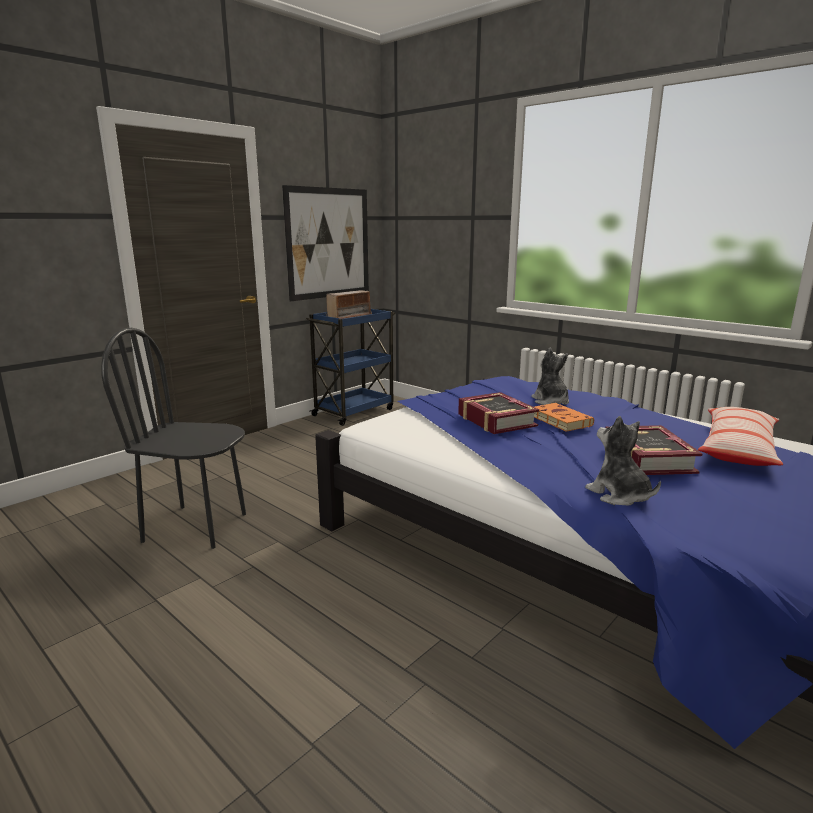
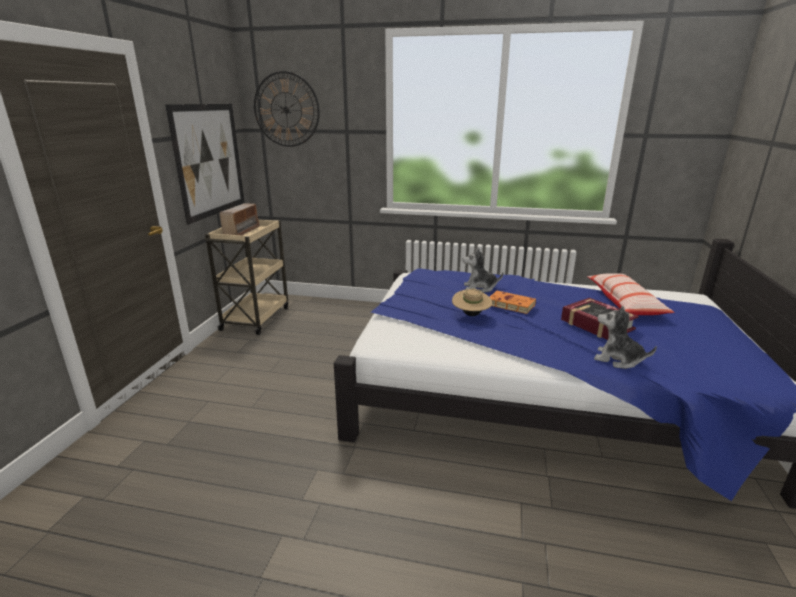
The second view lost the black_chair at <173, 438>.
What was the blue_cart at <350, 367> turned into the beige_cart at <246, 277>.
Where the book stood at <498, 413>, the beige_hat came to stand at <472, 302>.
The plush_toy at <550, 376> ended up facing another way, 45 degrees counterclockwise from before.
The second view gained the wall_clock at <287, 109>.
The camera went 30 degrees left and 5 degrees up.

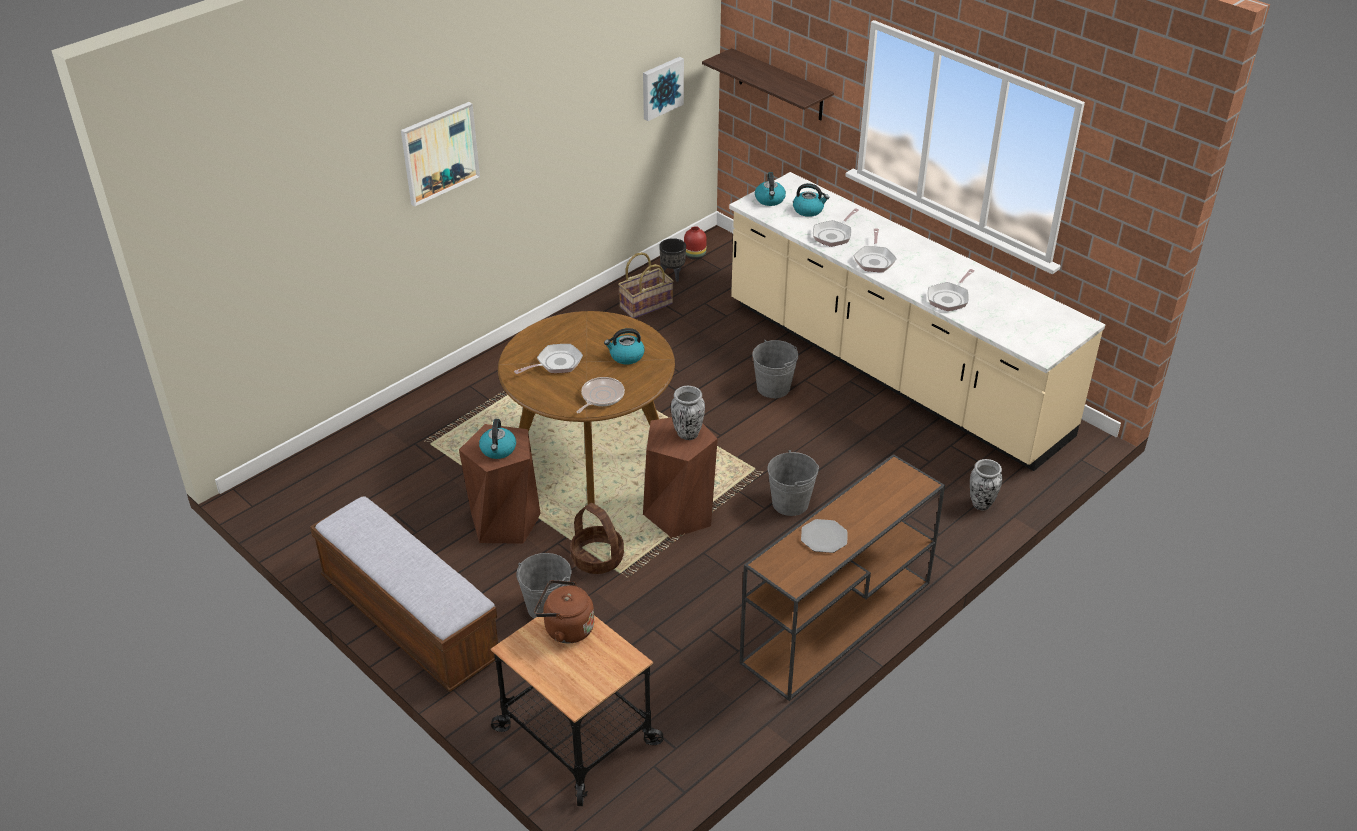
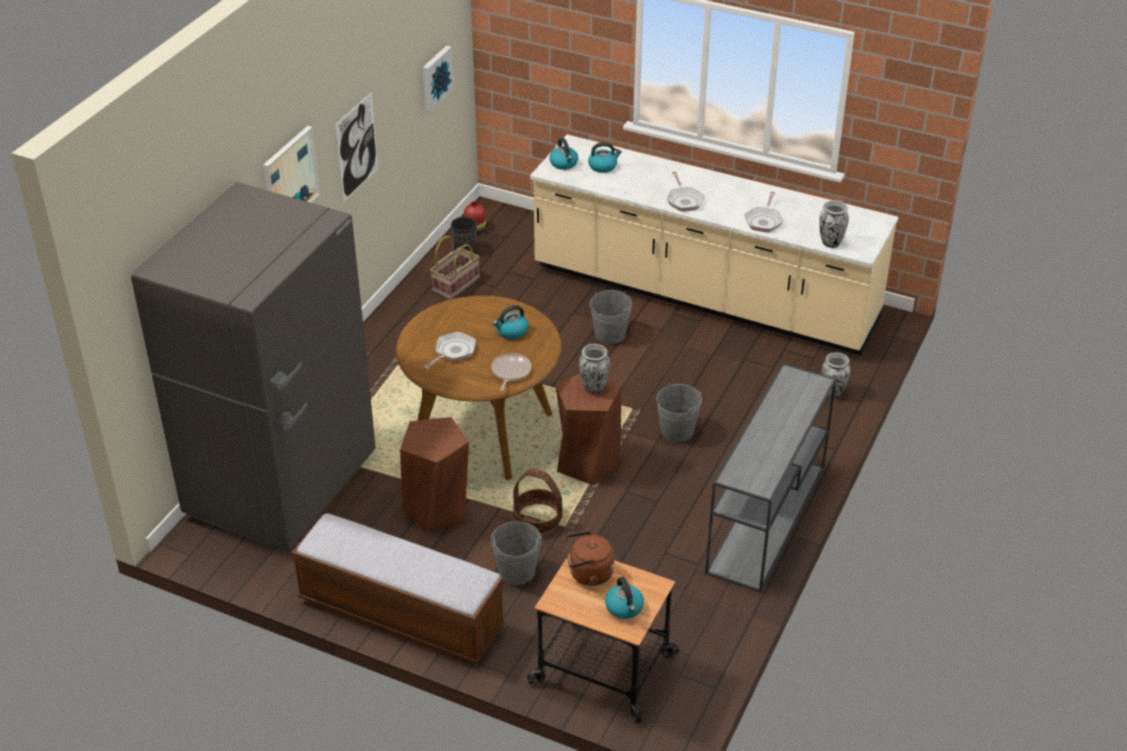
The kettle ended up elsewhere, having gone from <497, 439> to <624, 598>.
The second view lost the shelf at <768, 84>.
What was the brown_console_table at <842, 577> turned into the grey_console_table at <770, 477>.
The second view lost the plate at <824, 536>.
The second view lost the frying_pan at <836, 227>.
The second view gained the grey_fridge at <253, 367>.
The second view gained the picture at <357, 147>.
The second view gained the vase at <834, 224>.
The camera went 20 degrees left and 0 degrees up.

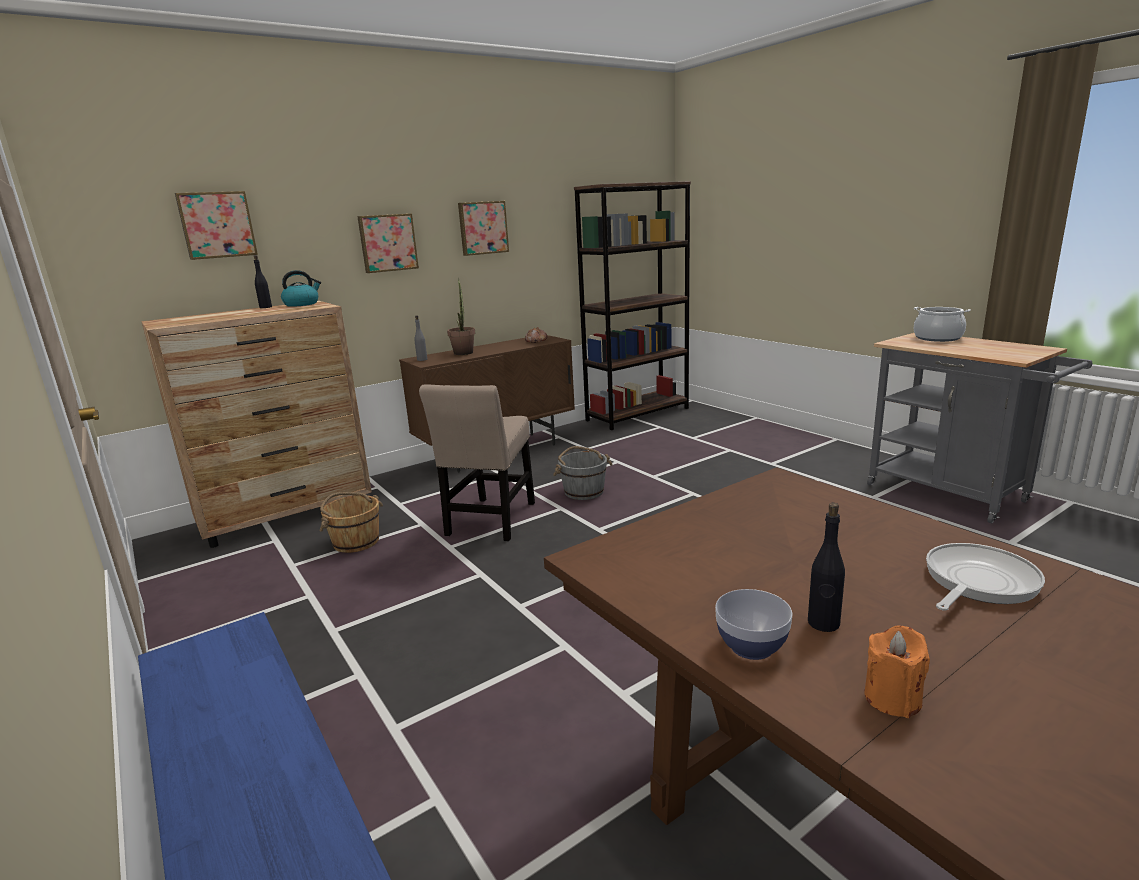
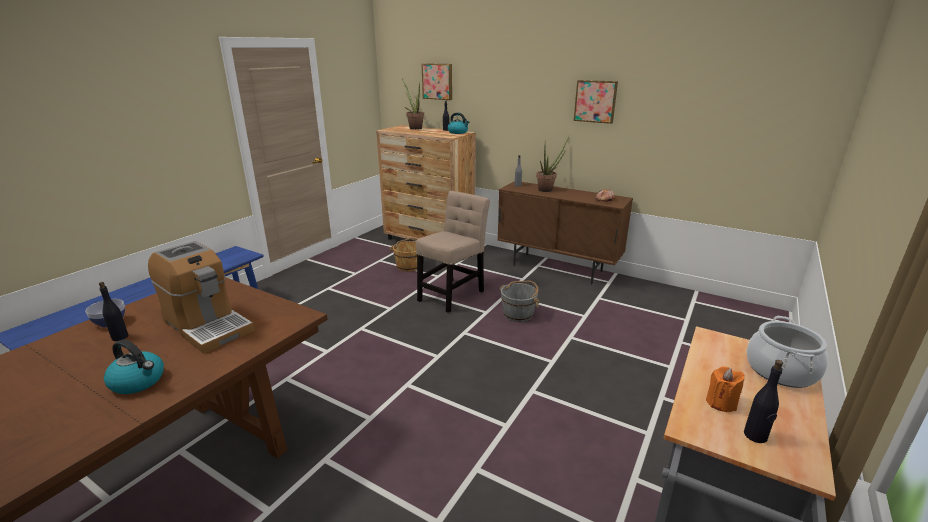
The second view lost the picture at <388, 243>.
The beige_chair at <477, 462> ended up facing another way, 135 degrees clockwise from before.
The second view lost the brown_bookcase at <632, 305>.
The orange_candle ended up elsewhere, having gone from <897, 671> to <725, 389>.
Where the frying_pan stood at <985, 577>, the kettle came to stand at <134, 367>.
The second view gained the coffee_machine at <201, 297>.
The second view gained the potted_plant at <413, 104>.
The second view gained the black_bottle at <763, 401>.
The camera went 65 degrees right and 5 degrees up.

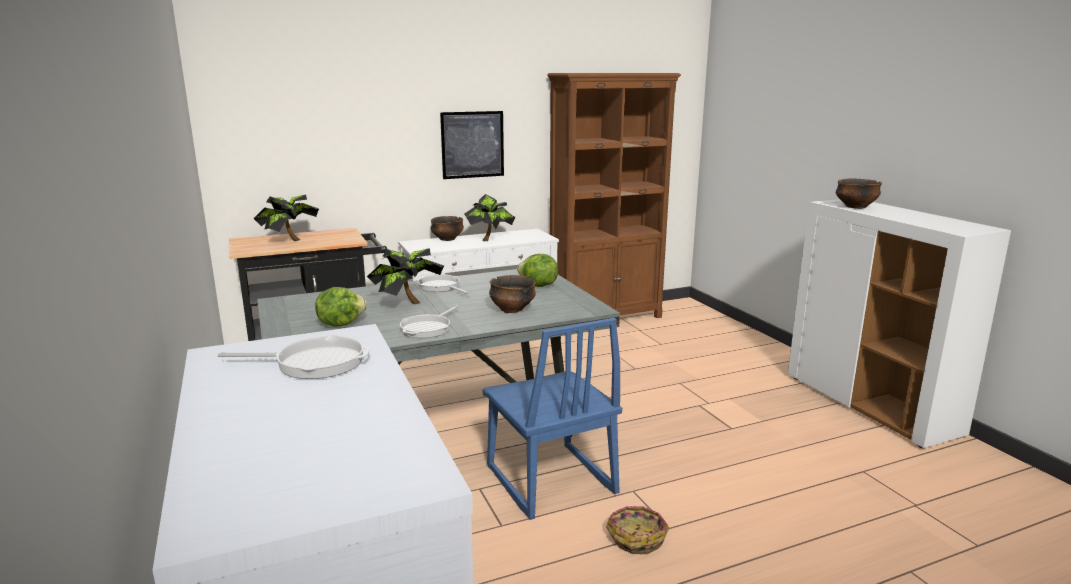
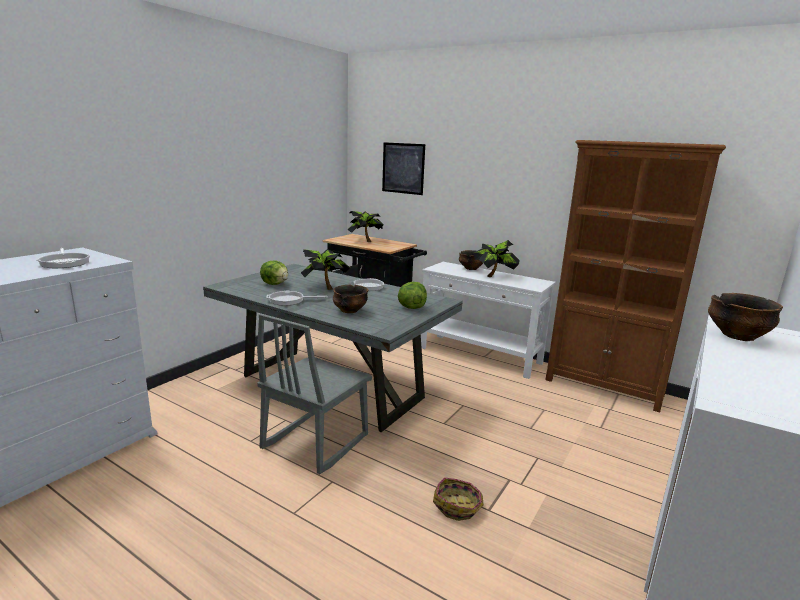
The picture ended up elsewhere, having gone from <472, 145> to <403, 168>.
What was the blue_chair at <552, 419> turned into the grey_chair at <314, 393>.
The basket ended up elsewhere, having gone from <637, 530> to <458, 499>.
The camera went 55 degrees right and 0 degrees up.

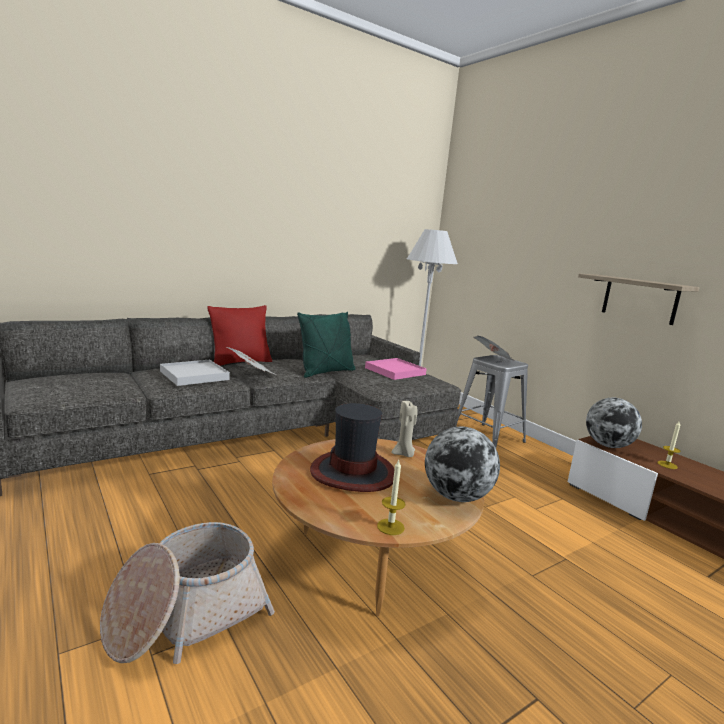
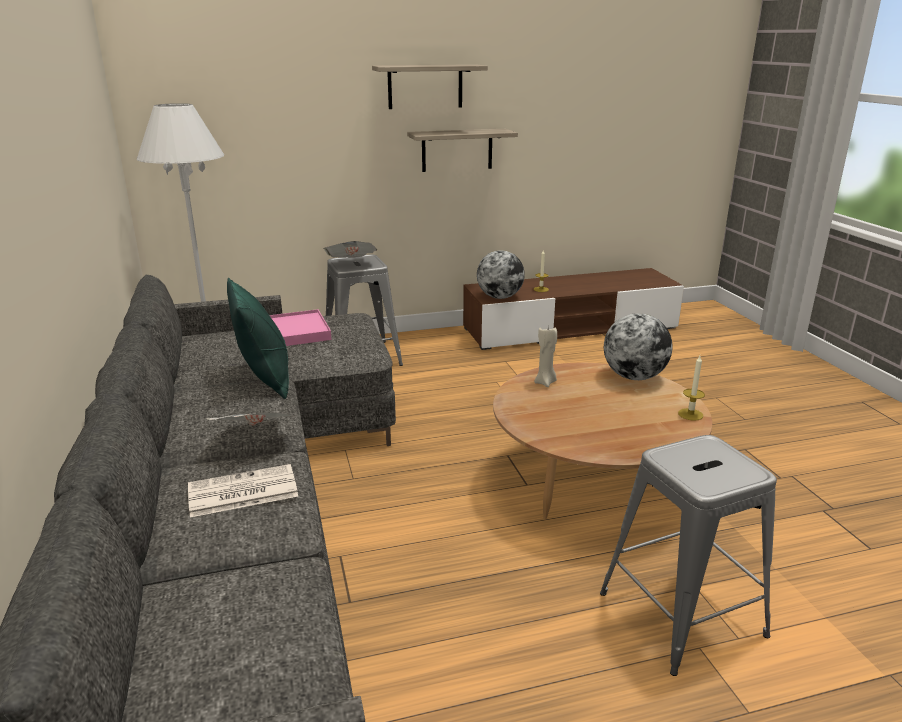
Where the basket stood at <187, 593>, the grey_stool came to stand at <688, 555>.
Where the white_tray stood at <195, 373>, the newspaper came to stand at <243, 490>.
The second view lost the red_pillow at <239, 335>.
The second view lost the hat at <352, 447>.
The second view gained the shelf at <430, 86>.
The camera went 70 degrees left and 10 degrees up.

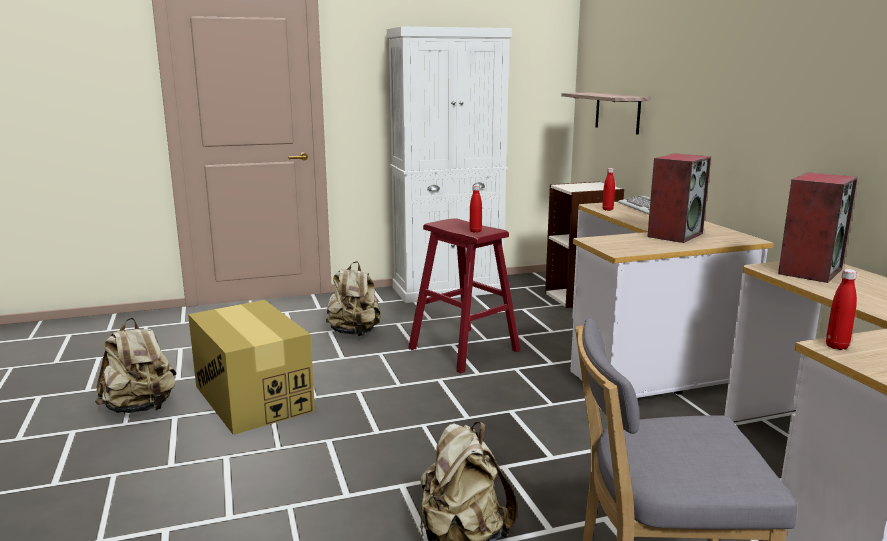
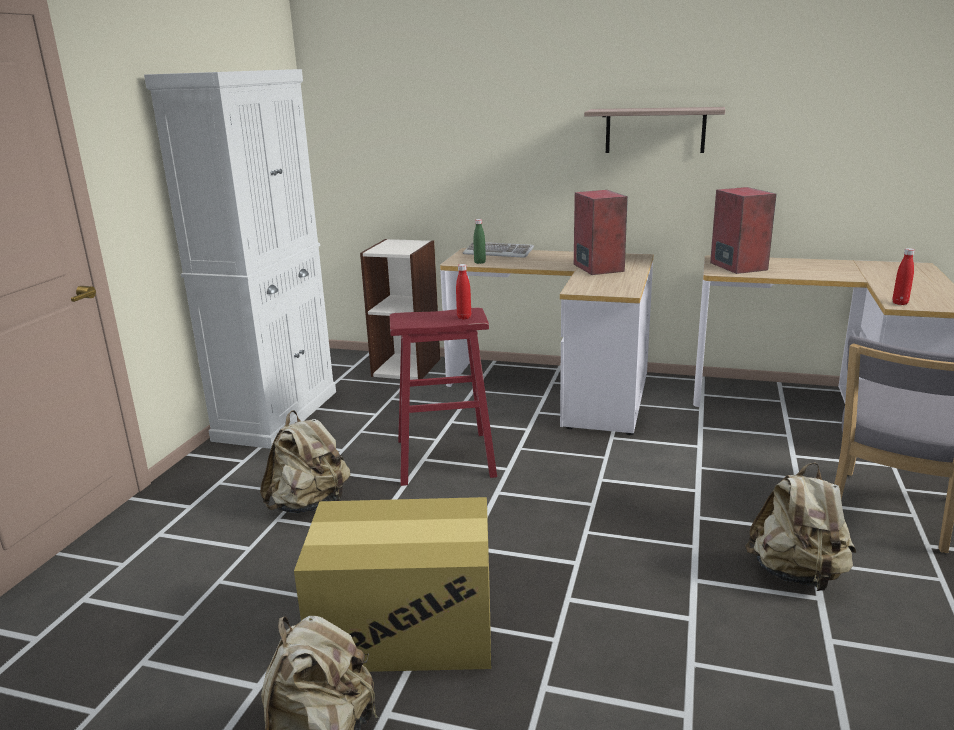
The shelf ended up elsewhere, having gone from <605, 114> to <654, 130>.
What was the red_bottle at <608, 189> turned into the green_bottle at <479, 241>.
The camera went 55 degrees left and 5 degrees up.

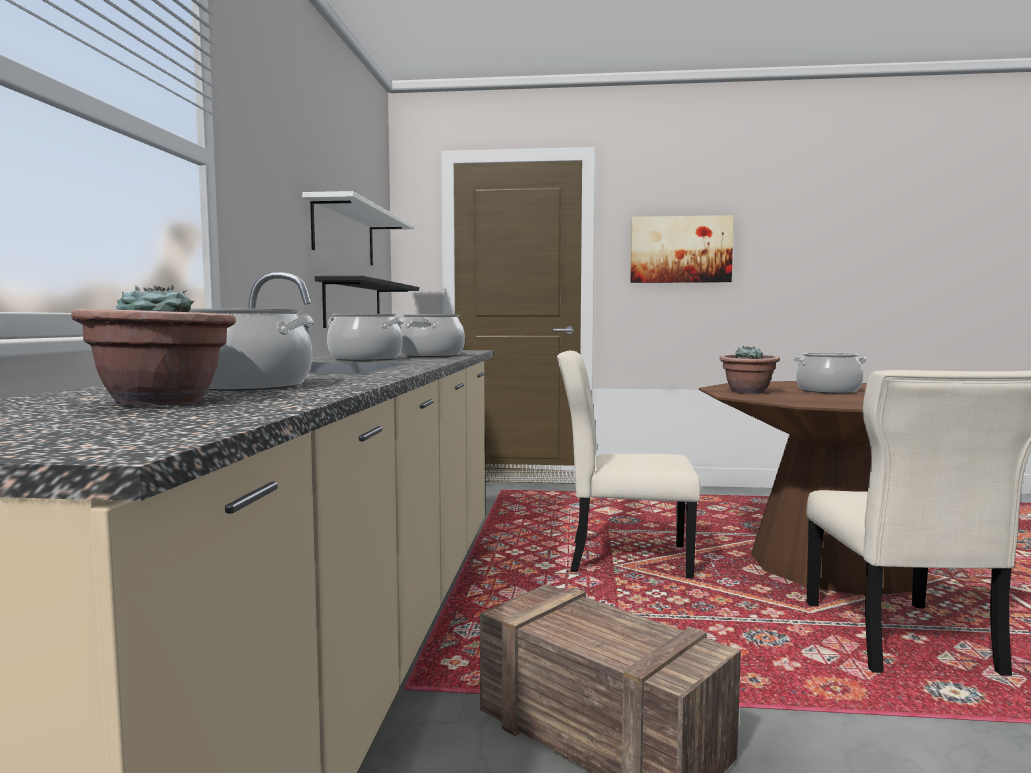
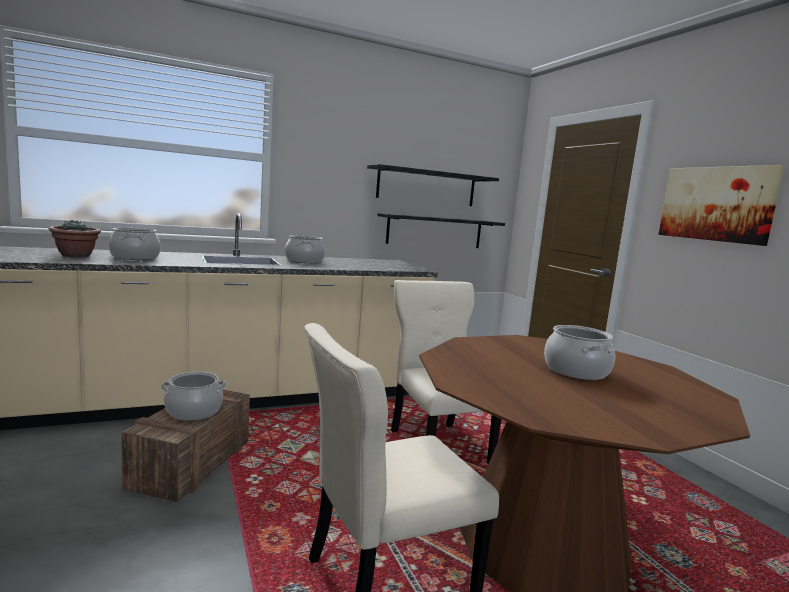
What was the white_shelf at <358, 228> turned into the black_shelf at <433, 185>.
The cooking_pot ended up elsewhere, having gone from <433, 335> to <193, 396>.
The second view lost the potted_plant at <750, 370>.
The camera went 60 degrees right and 5 degrees up.

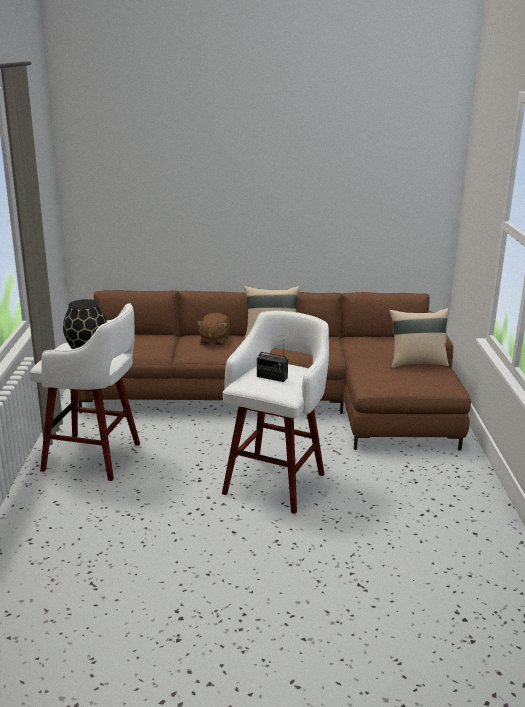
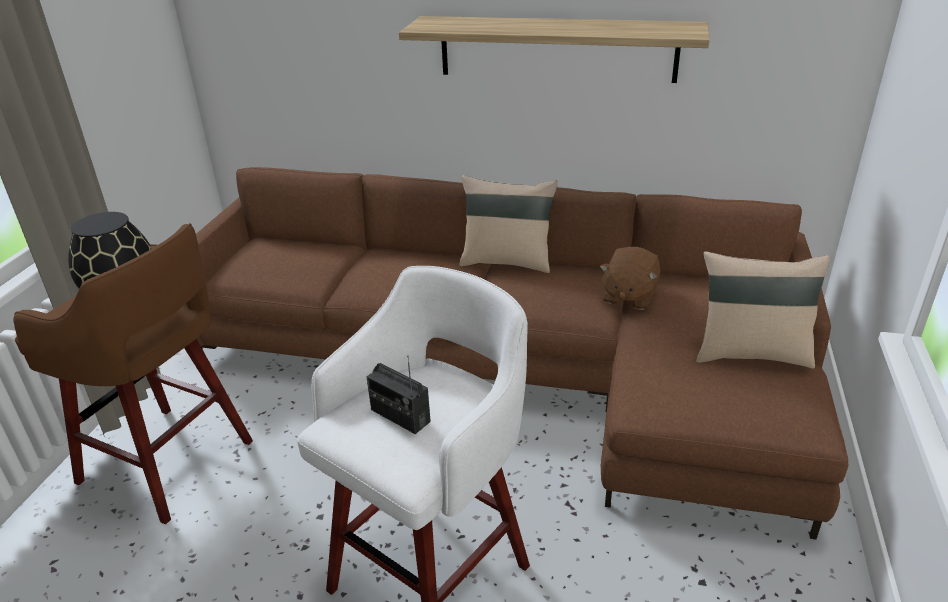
What was the white_stool at <85, 392> turned into the brown_stool at <133, 373>.
The brown_plush_toy ended up elsewhere, having gone from <213, 329> to <630, 278>.
The second view gained the shelf at <554, 49>.
The camera went 15 degrees right and 10 degrees up.

